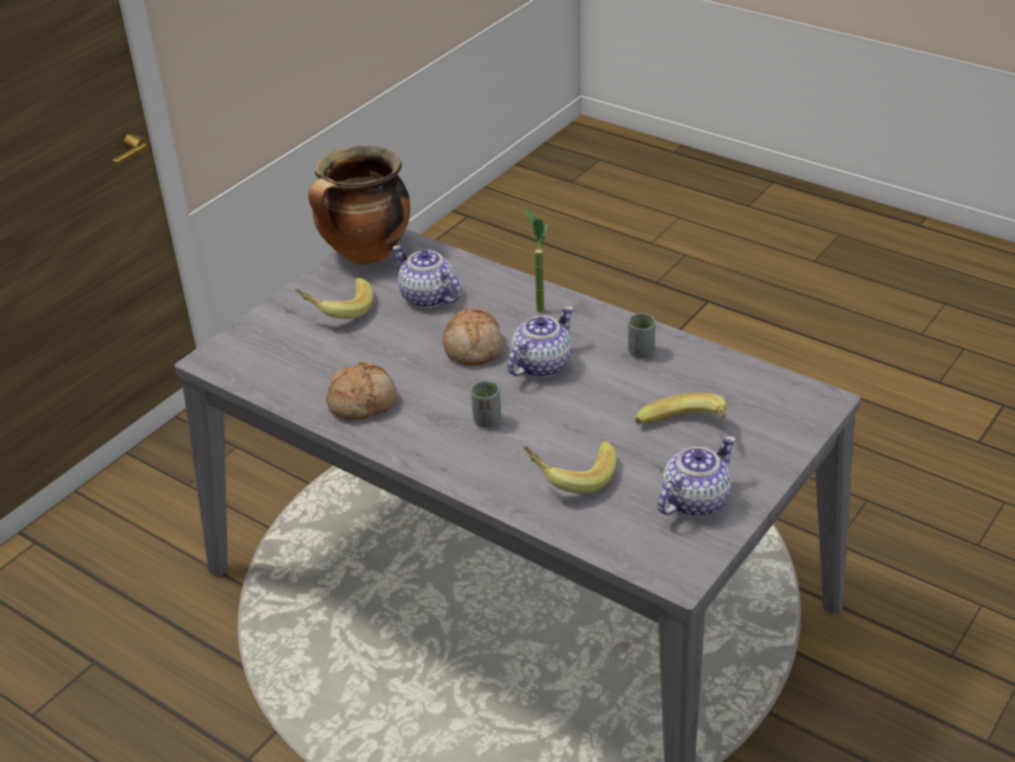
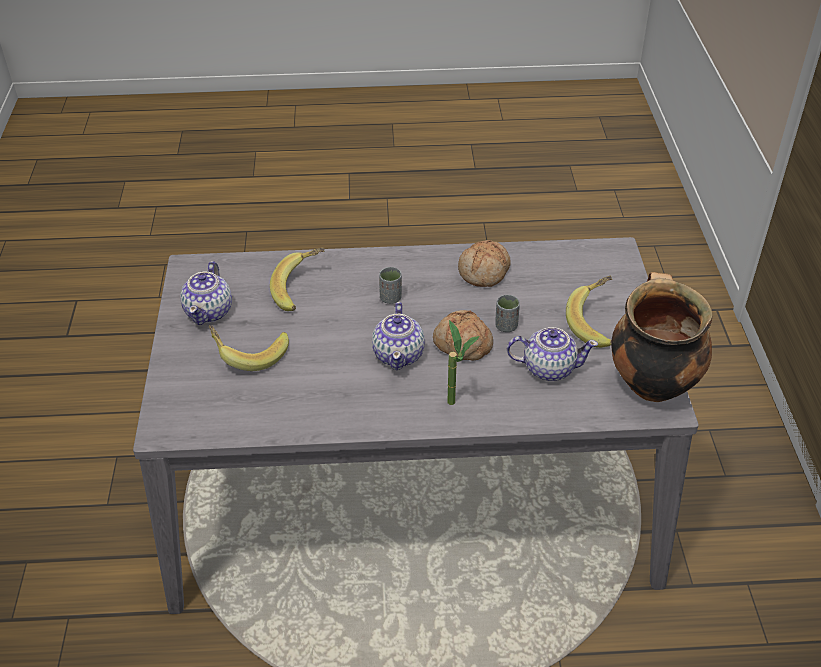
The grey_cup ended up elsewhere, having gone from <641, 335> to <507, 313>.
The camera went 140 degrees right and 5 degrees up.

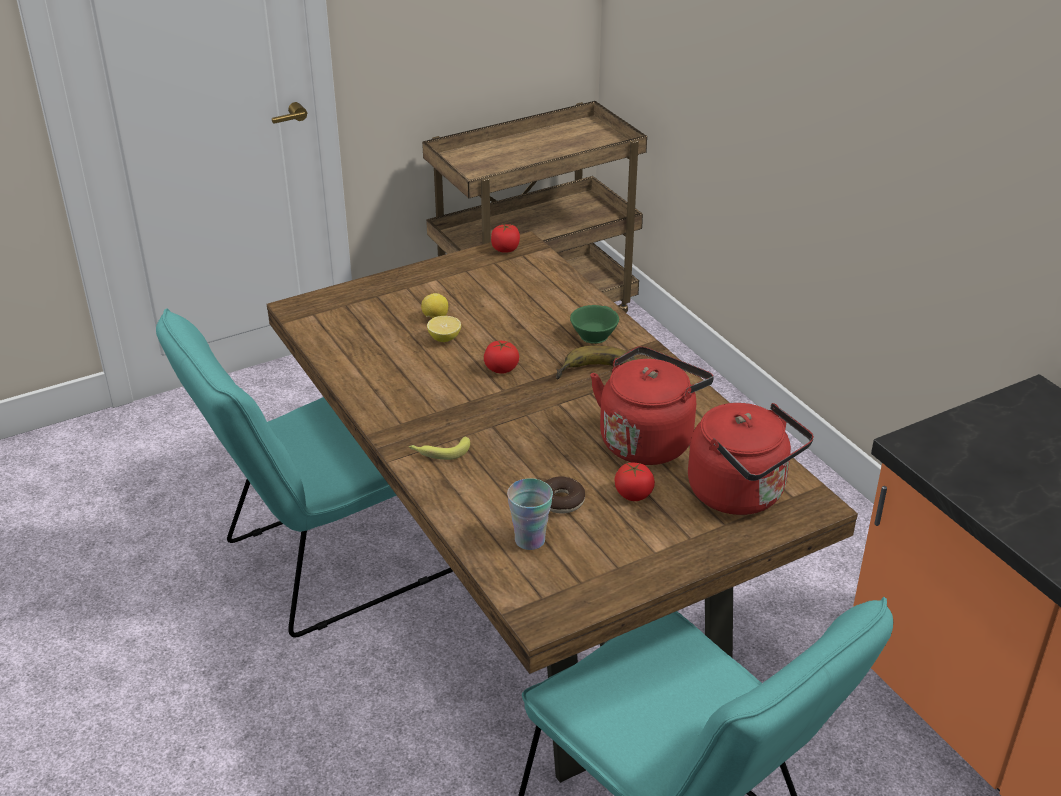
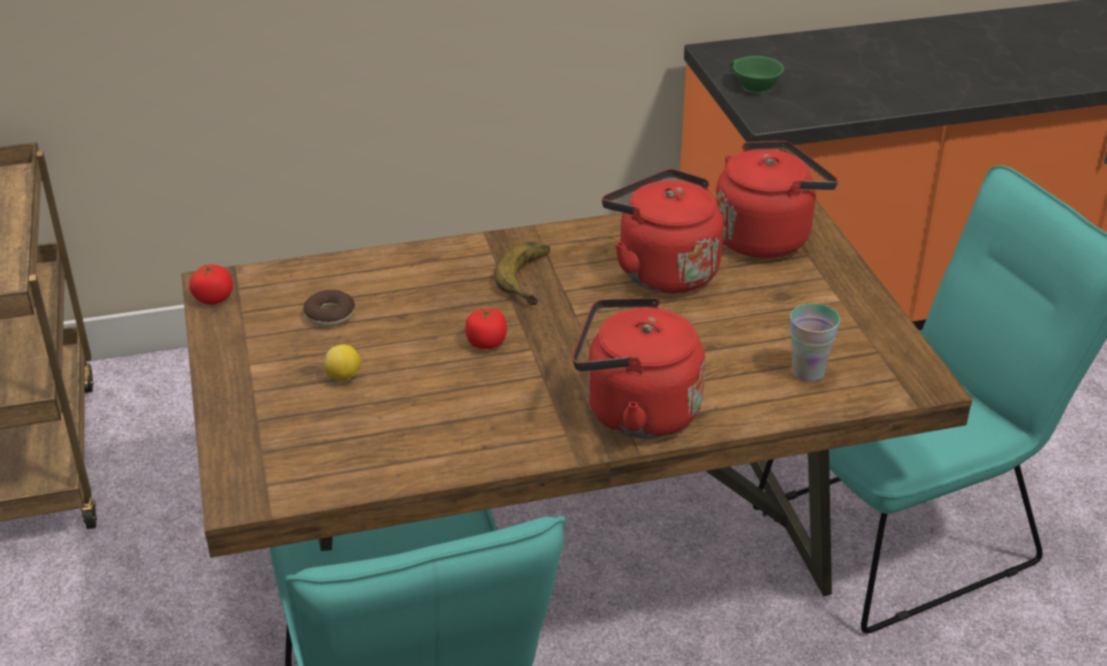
Where the banana stood at <439, 448>, the red_kettle came to stand at <639, 368>.
The second view lost the lemon at <444, 329>.
The donut ended up elsewhere, having gone from <565, 494> to <329, 308>.
The green_cup ended up elsewhere, having gone from <594, 324> to <756, 75>.
The second view lost the tomato at <635, 482>.
The camera went 75 degrees left and 0 degrees up.

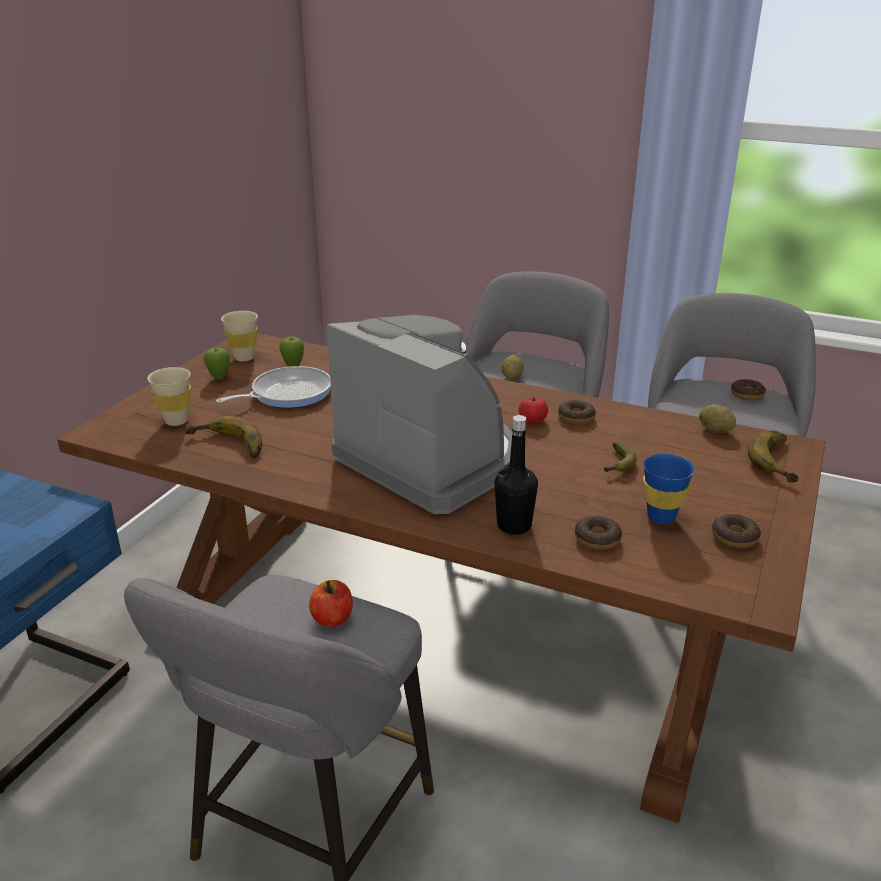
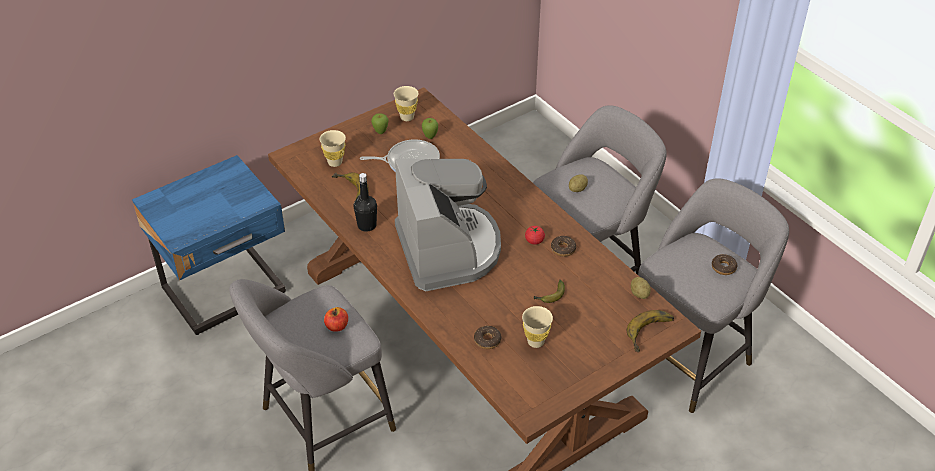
The black_bottle ended up elsewhere, having gone from <516, 475> to <365, 202>.
What was the blue_cup at <669, 489> turned into the beige_cup at <537, 327>.
The second view lost the donut at <736, 531>.
The camera went 30 degrees right and 15 degrees up.

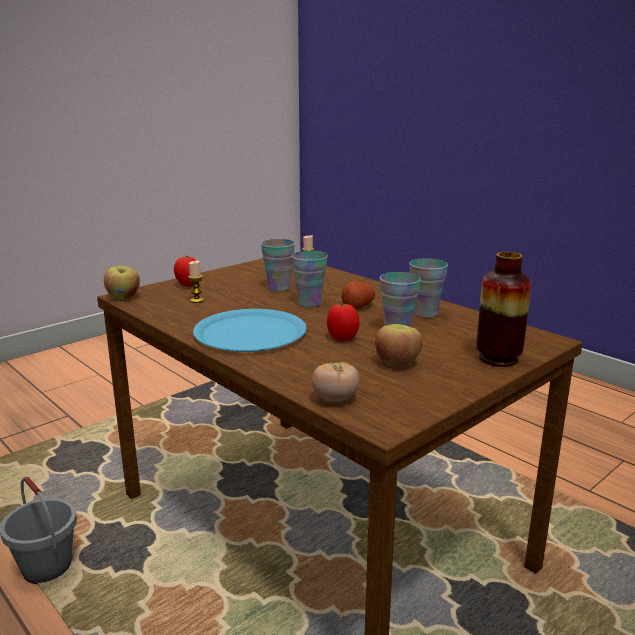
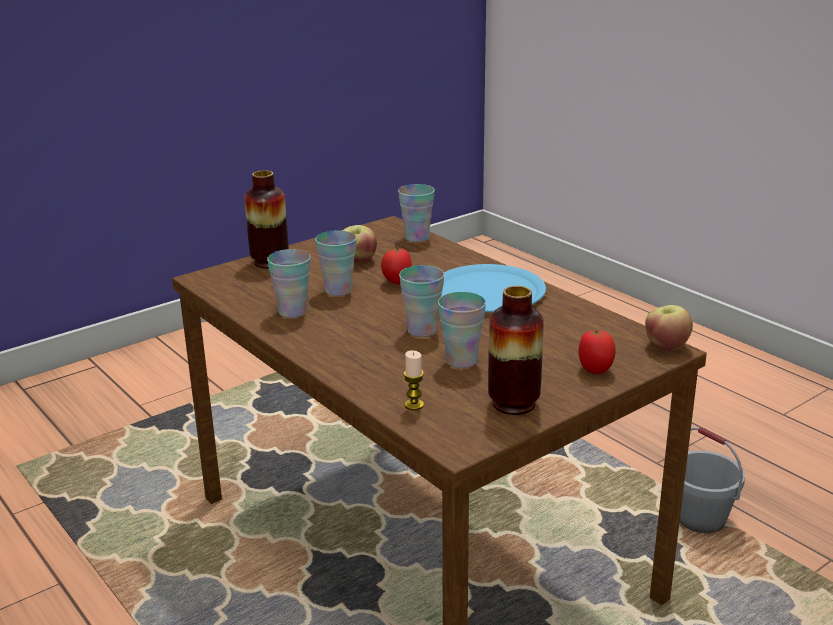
The second view lost the candle at <196, 282>.
Where the tomato stood at <336, 382>, the cup came to stand at <416, 213>.
The second view lost the potato at <358, 295>.
The second view gained the vase at <516, 350>.
The camera went 175 degrees left and 5 degrees up.

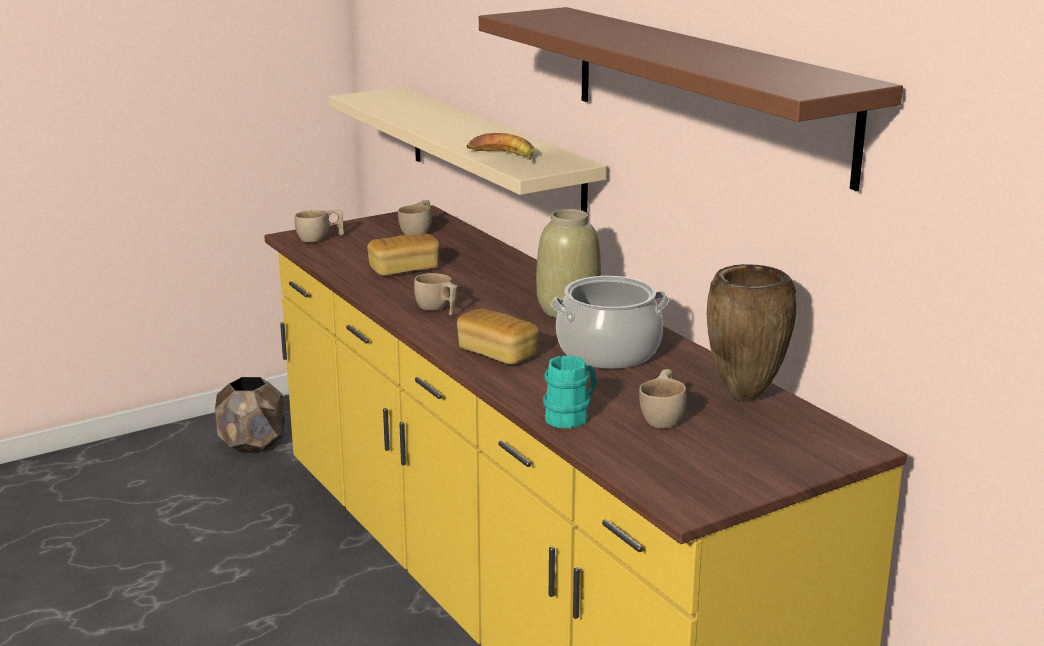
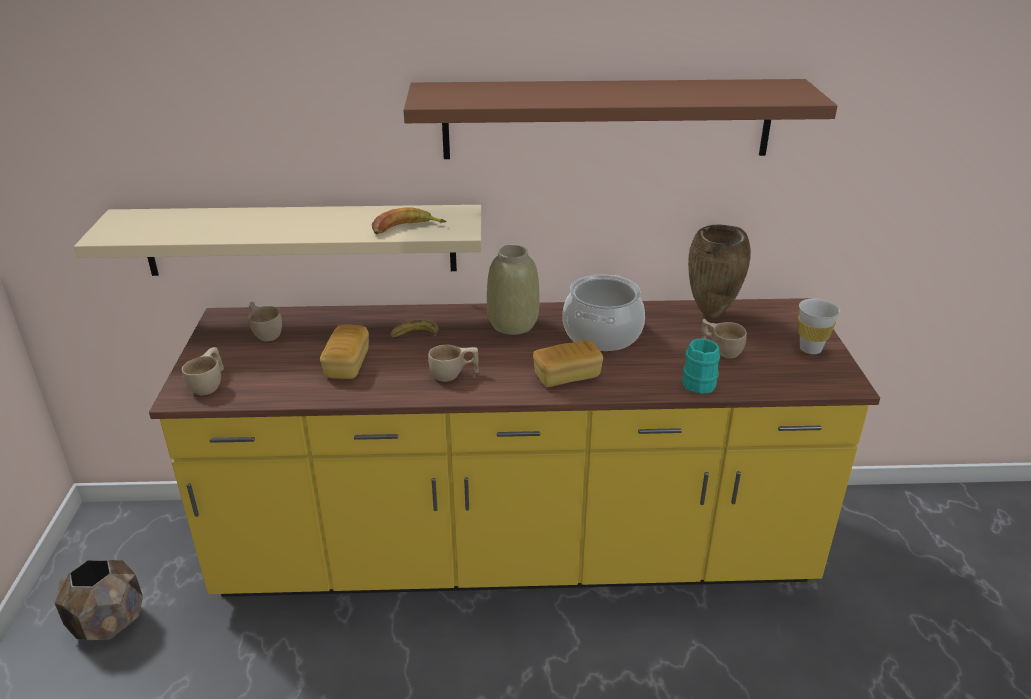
The second view gained the banana at <414, 329>.
The second view gained the white_cup at <819, 326>.
The camera went 60 degrees left and 10 degrees up.

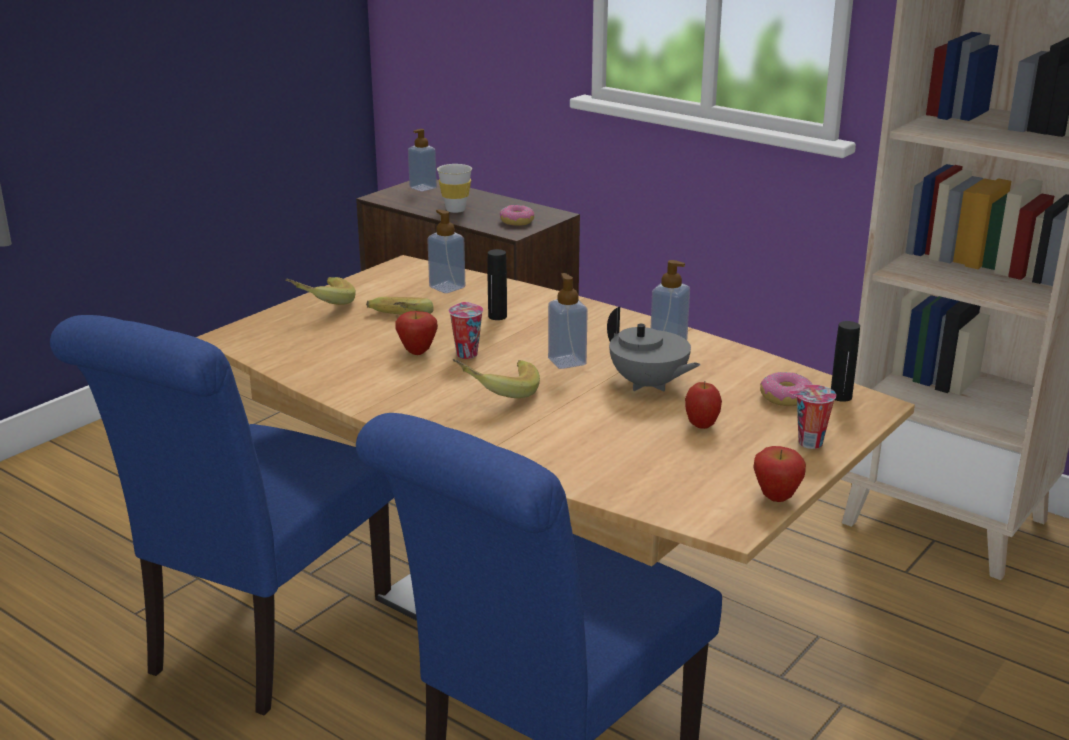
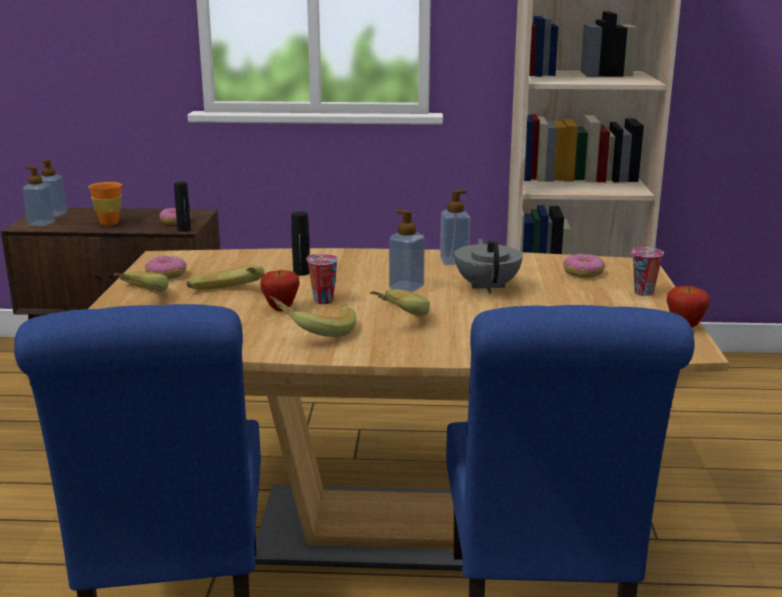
The soap_dispenser ended up elsewhere, having gone from <446, 251> to <39, 196>.
What was the white_cup at <454, 188> turned into the orange_cup at <105, 204>.
The grey_teapot at <653, 349> ended up facing another way, 105 degrees counterclockwise from before.
The second view lost the apple at <703, 405>.
The black_bottle ended up elsewhere, having gone from <845, 361> to <182, 207>.
The second view gained the donut at <166, 267>.
The second view gained the banana at <313, 316>.
The camera went 35 degrees left and 5 degrees down.

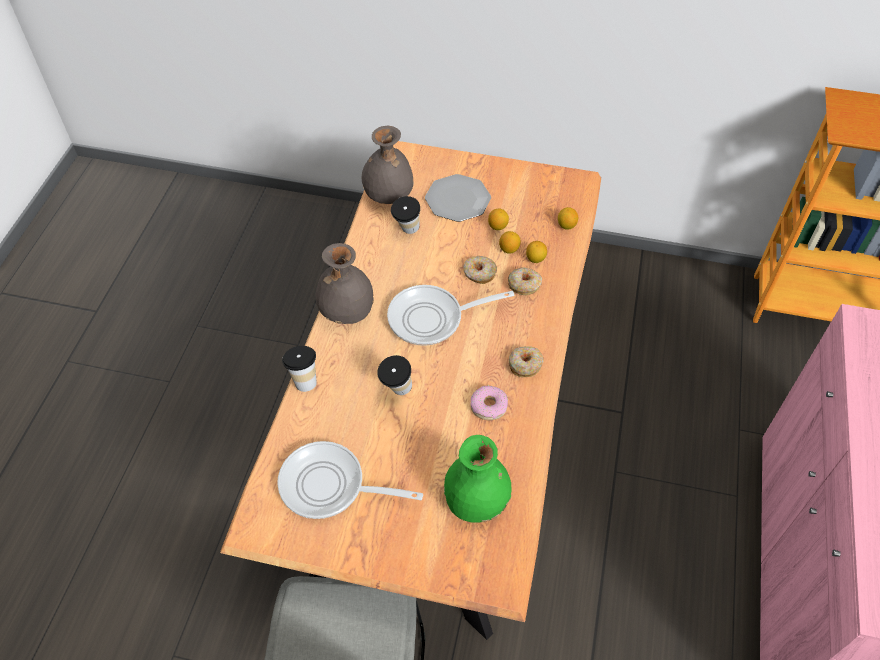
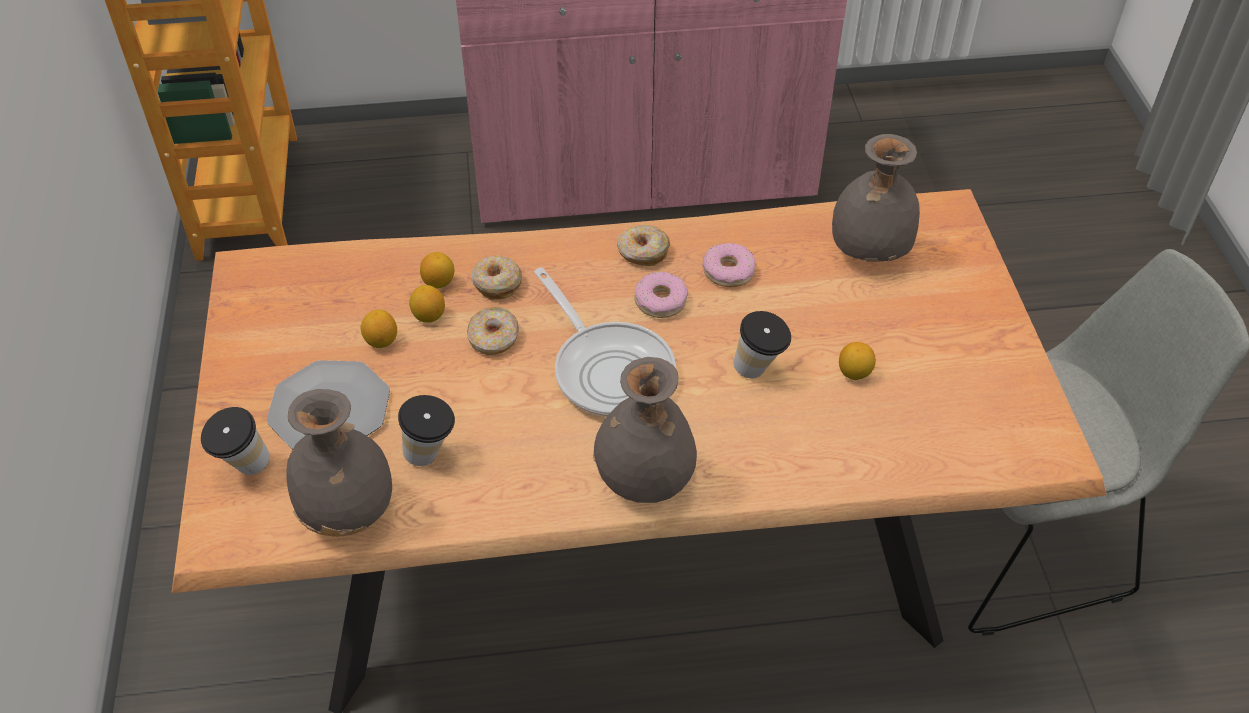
The second view lost the frying_pan at <350, 480>.
The cup ended up elsewhere, having gone from <299, 369> to <235, 441>.
What was the green_vase at <478, 478> turned into the grey_vase at <876, 198>.
The lemon ended up elsewhere, having gone from <568, 218> to <857, 361>.
The second view gained the donut at <661, 295>.
The camera went 110 degrees left and 5 degrees down.

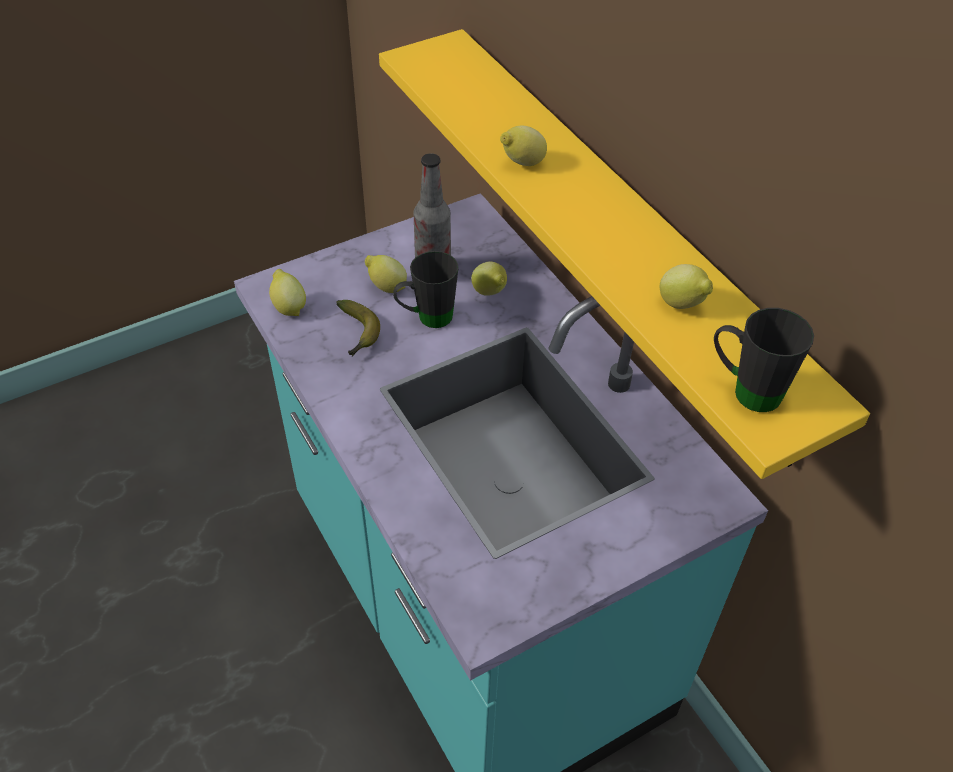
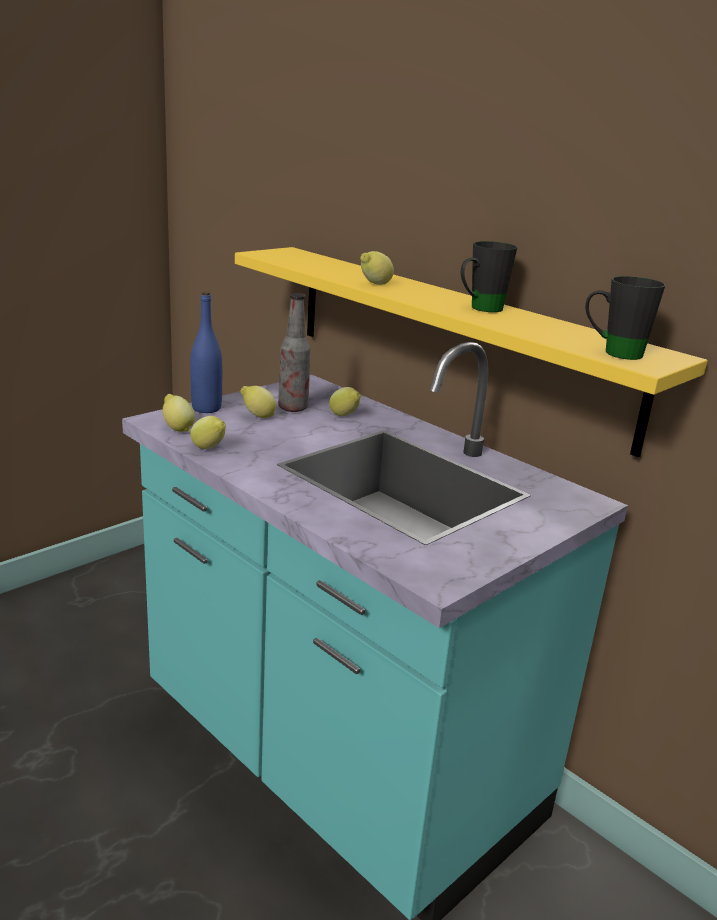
The second view lost the banana at <358, 328>.
The black_mug ended up elsewhere, having gone from <426, 289> to <488, 276>.
The lemon ended up elsewhere, having gone from <686, 286> to <208, 432>.
The second view gained the blue_bottle at <206, 352>.
The camera went 15 degrees left and 25 degrees down.

